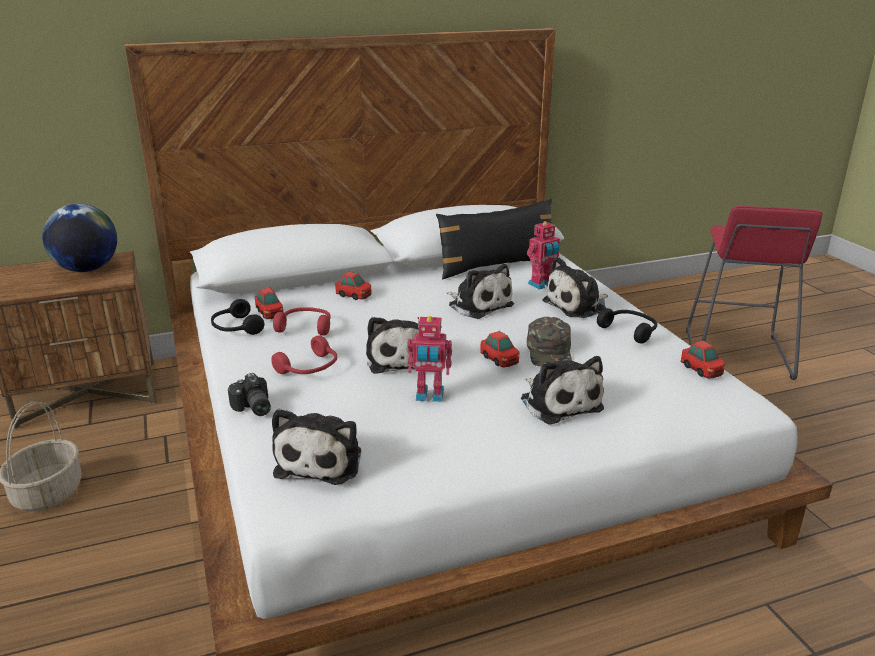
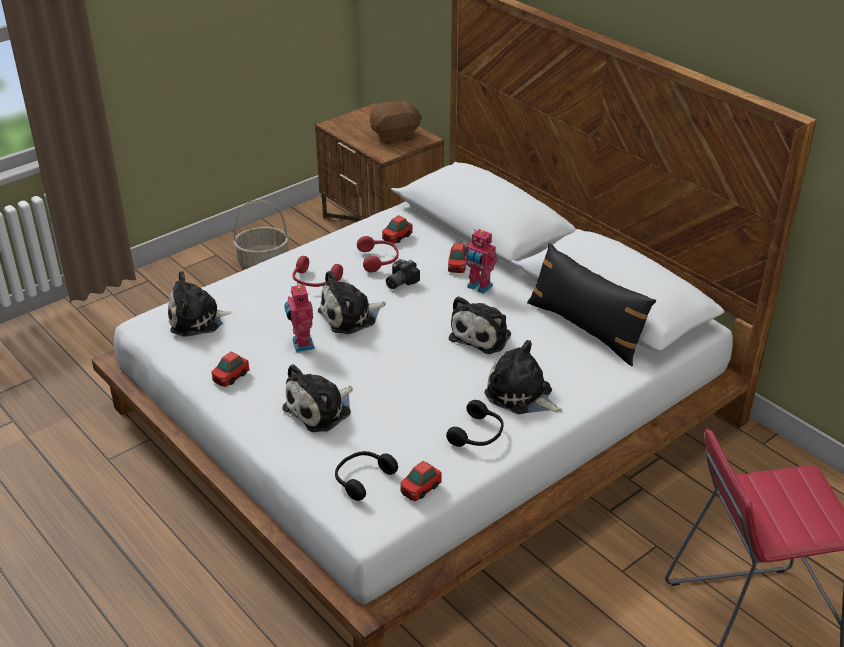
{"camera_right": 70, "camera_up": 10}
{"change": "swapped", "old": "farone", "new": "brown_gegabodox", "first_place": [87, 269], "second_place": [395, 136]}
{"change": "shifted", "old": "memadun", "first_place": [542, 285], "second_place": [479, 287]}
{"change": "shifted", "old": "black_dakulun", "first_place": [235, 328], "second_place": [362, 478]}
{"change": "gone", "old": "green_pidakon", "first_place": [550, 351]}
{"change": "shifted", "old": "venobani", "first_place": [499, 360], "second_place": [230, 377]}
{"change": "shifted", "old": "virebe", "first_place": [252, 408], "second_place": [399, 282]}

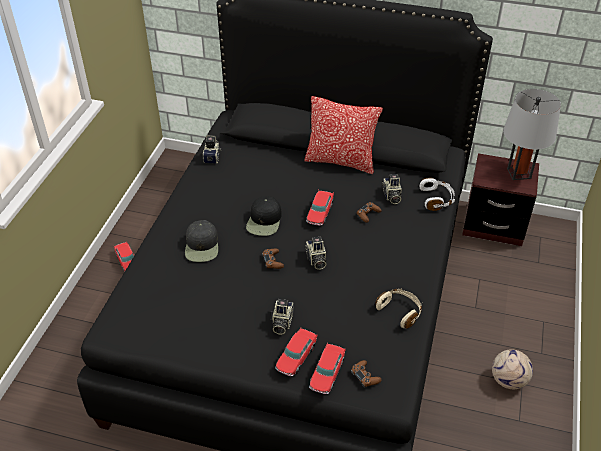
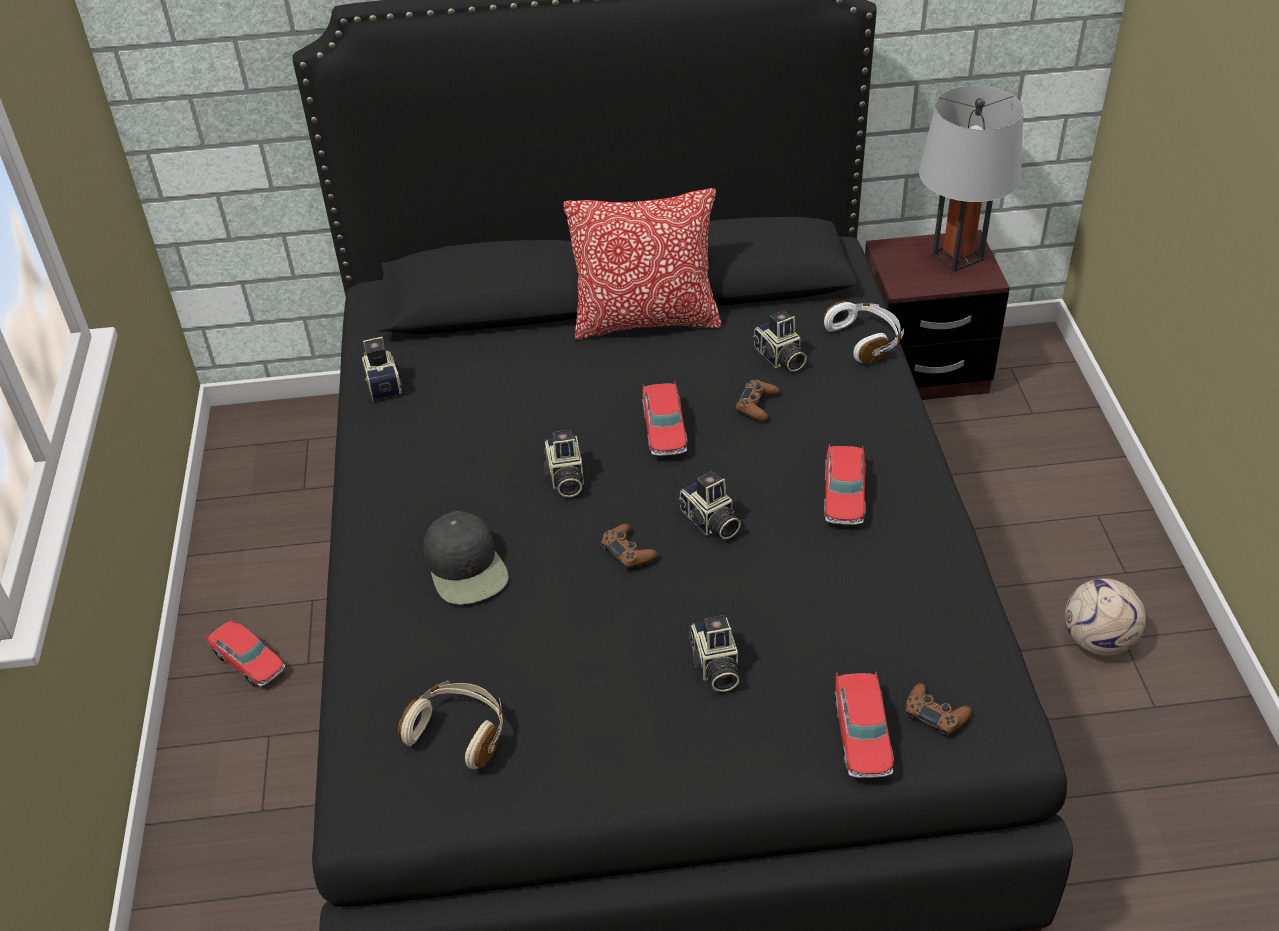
{"camera_right": -20, "camera_up": 0}
{"change": "swapped", "old": "black_pidakon", "new": "virebe", "first_place": [264, 221], "second_place": [565, 478]}
{"change": "shifted", "old": "beige_dakulun", "first_place": [400, 311], "second_place": [459, 732]}
{"change": "shifted", "old": "venobani", "first_place": [296, 357], "second_place": [844, 496]}

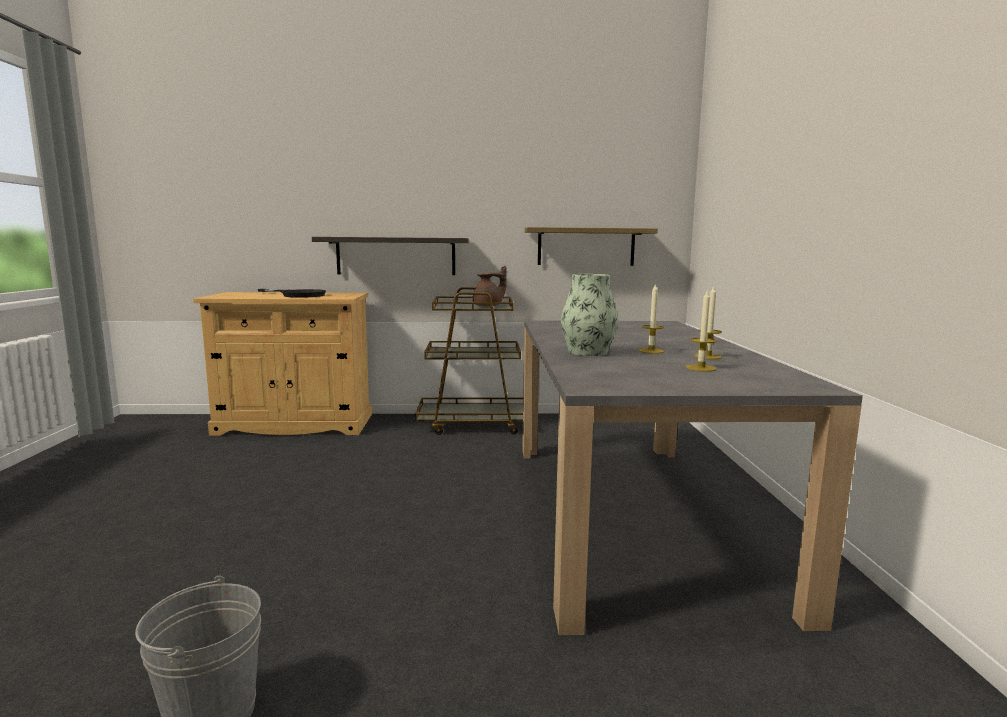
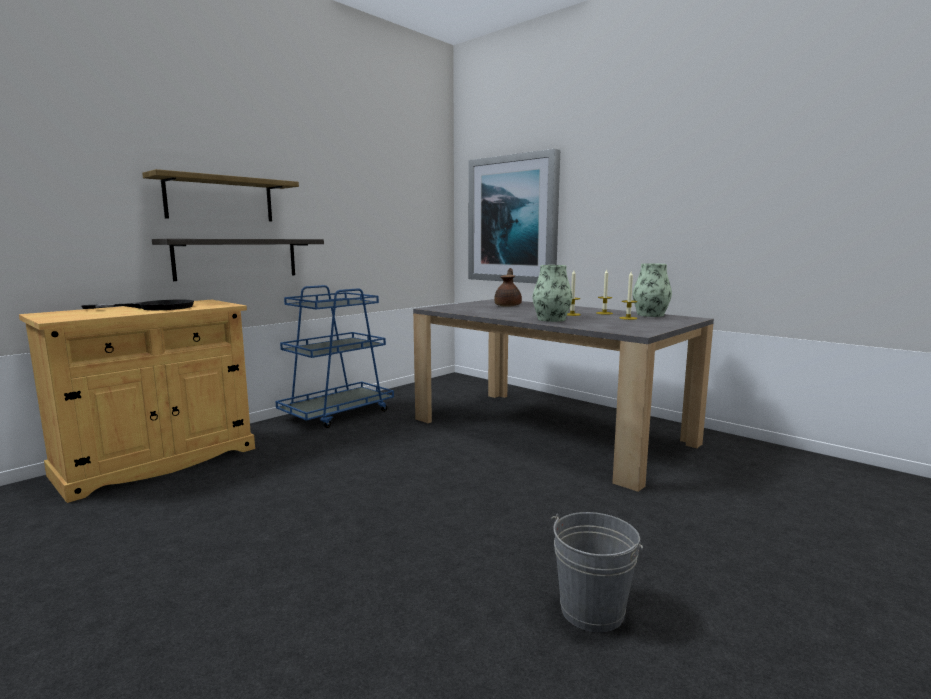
{"camera_right": -45, "camera_up": 0}
{"change": "shifted", "old": "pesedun", "first_place": [586, 247], "second_place": [220, 199]}
{"change": "shifted", "old": "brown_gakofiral", "first_place": [489, 306], "second_place": [508, 306]}
{"change": "repainted", "old": "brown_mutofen", "new": "blue_mutofen", "first_place": [474, 424], "second_place": [338, 413]}
{"change": "new", "new": "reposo", "second_place": [513, 219]}
{"change": "new", "new": "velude", "second_place": [650, 315]}

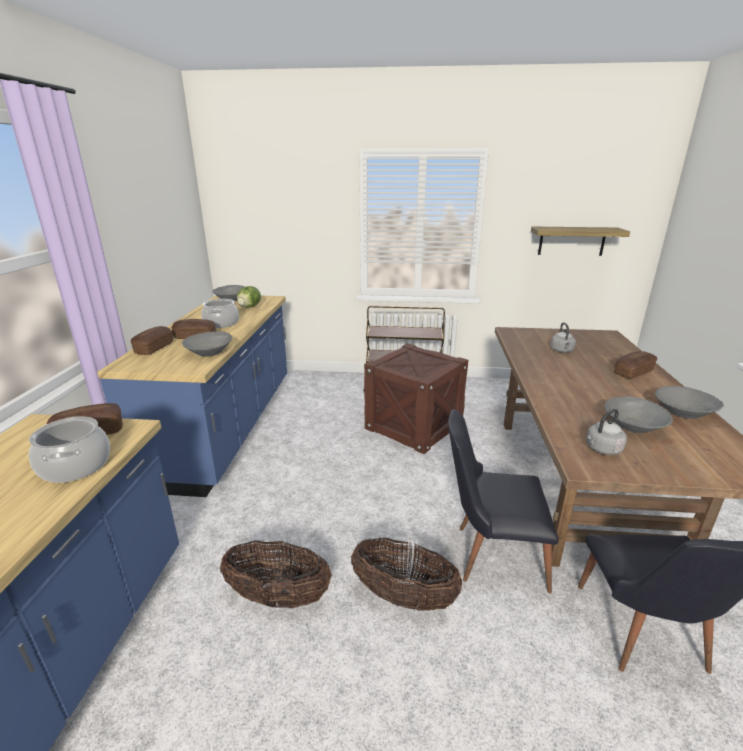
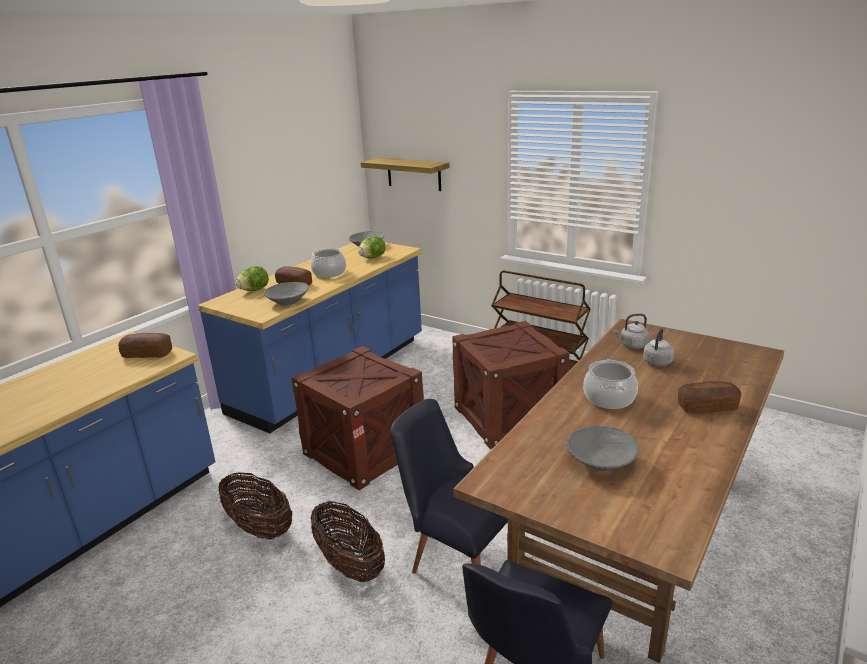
{"camera_right": 30, "camera_up": 0}
{"change": "shifted", "old": "pesedun", "first_place": [571, 241], "second_place": [414, 174]}
{"change": "swapped", "old": "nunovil", "new": "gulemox", "first_place": [154, 348], "second_place": [254, 290]}
{"change": "gone", "old": "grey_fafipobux", "first_place": [683, 413]}
{"change": "shifted", "old": "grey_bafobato", "first_place": [602, 449], "second_place": [632, 345]}
{"change": "shifted", "old": "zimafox", "first_place": [75, 466], "second_place": [608, 398]}
{"change": "new", "new": "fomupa", "second_place": [364, 451]}

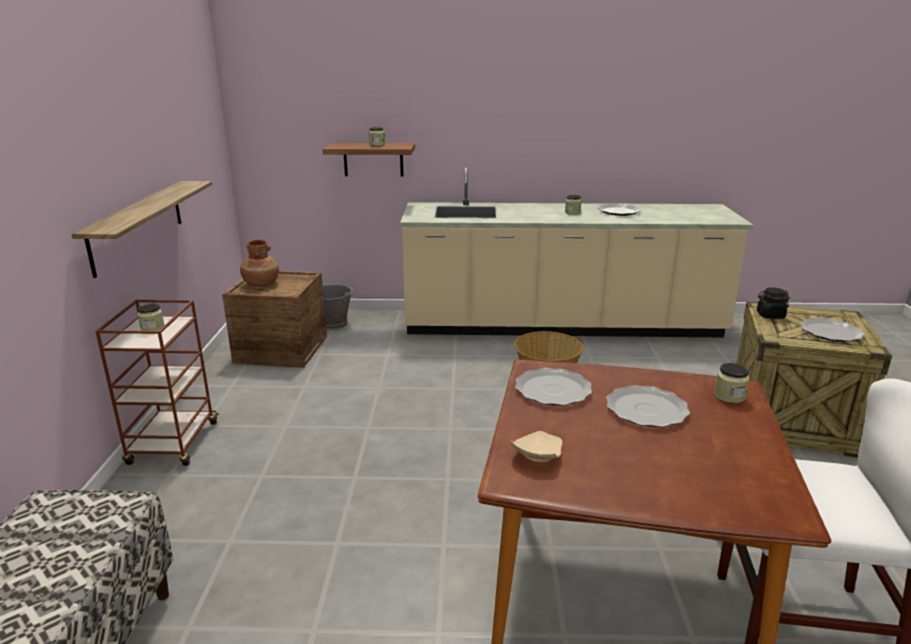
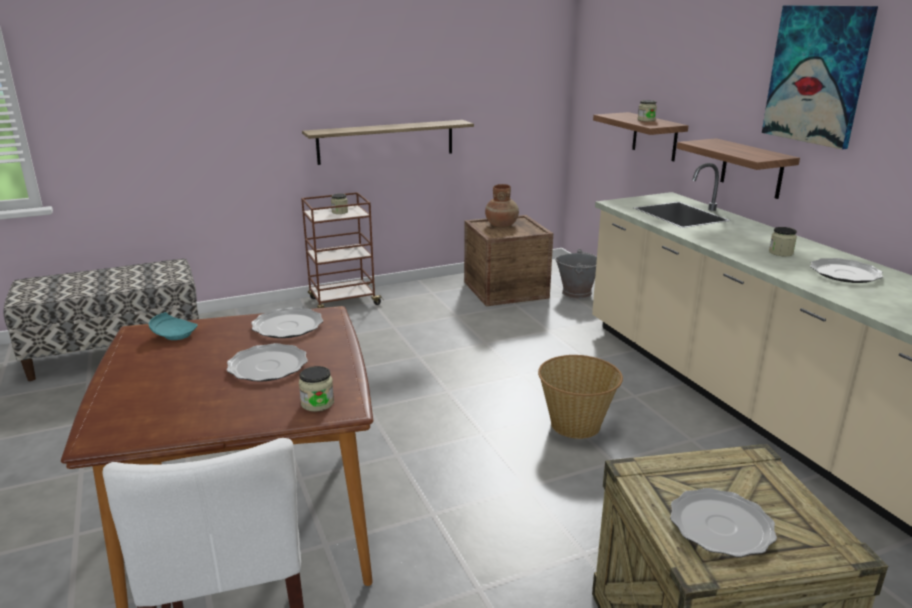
{"camera_right": 65, "camera_up": 0}
{"change": "gone", "old": "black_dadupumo", "first_place": [770, 315]}
{"change": "repainted", "old": "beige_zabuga", "new": "turquoise_zabuga", "first_place": [536, 456], "second_place": [174, 334]}
{"change": "new", "new": "reposo", "second_place": [817, 75]}
{"change": "new", "new": "pesedun", "second_place": [752, 168]}

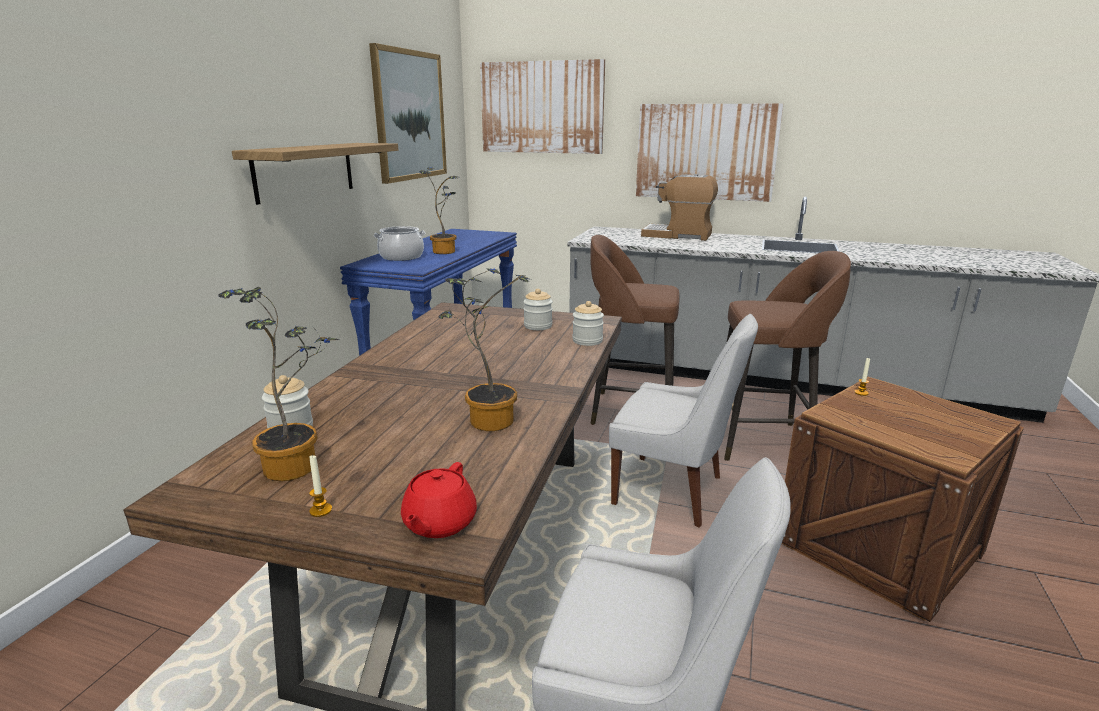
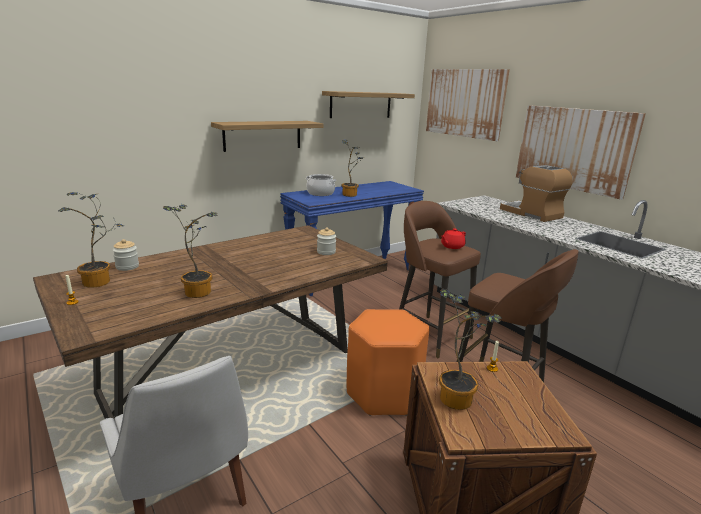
{"camera_right": 35, "camera_up": 0}
{"change": "swapped", "old": "reposo", "new": "pesedun", "first_place": [409, 116], "second_place": [361, 105]}
{"change": "gone", "old": "dadupumo", "first_place": [587, 341]}
{"change": "swapped", "old": "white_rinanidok", "new": "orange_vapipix", "first_place": [673, 491], "second_place": [384, 394]}
{"change": "shifted", "old": "red_gakofiral", "first_place": [438, 523], "second_place": [452, 246]}
{"change": "new", "new": "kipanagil", "second_place": [457, 396]}

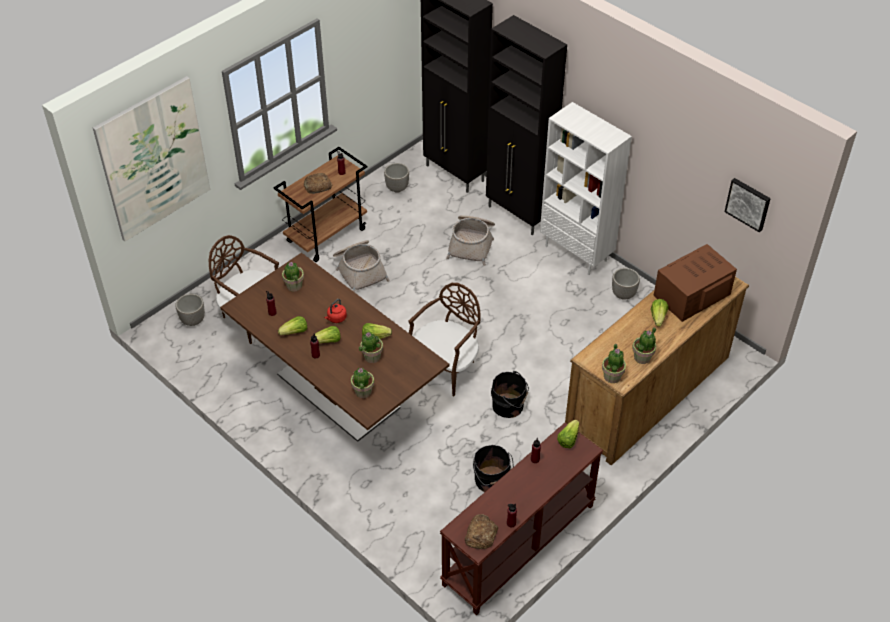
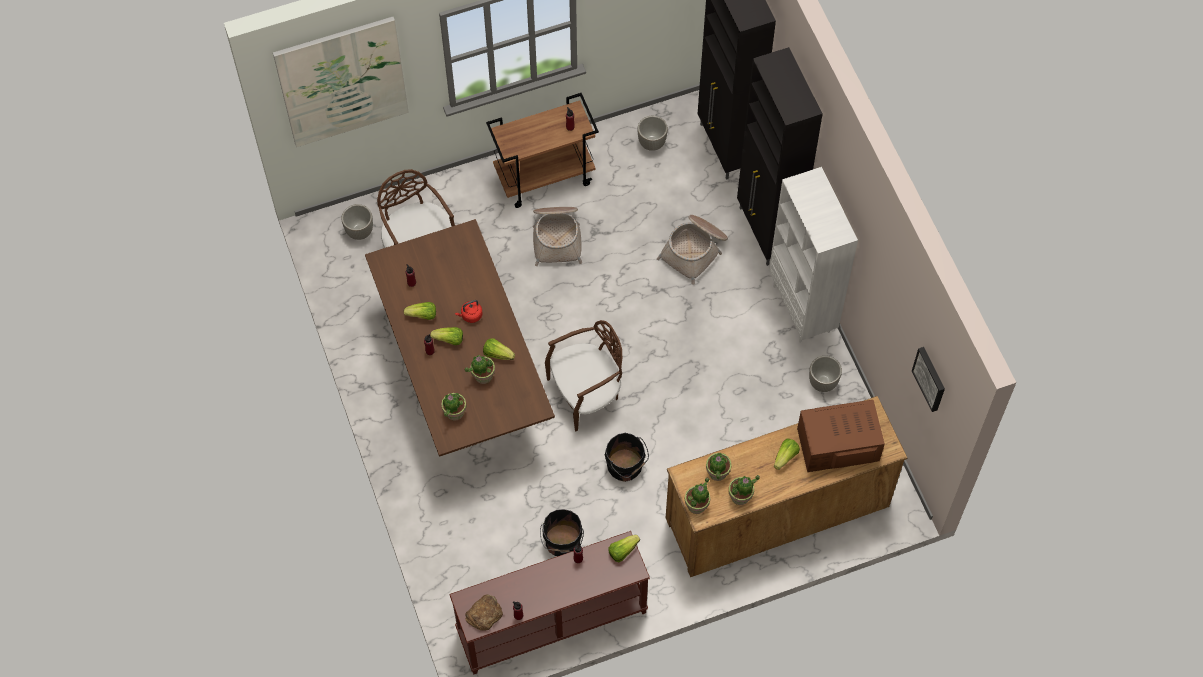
{"camera_right": 25, "camera_up": 15}
{"change": "gone", "old": "nunovil", "first_place": [317, 186]}
{"change": "shifted", "old": "kipanagil", "first_place": [294, 286], "second_place": [717, 473]}

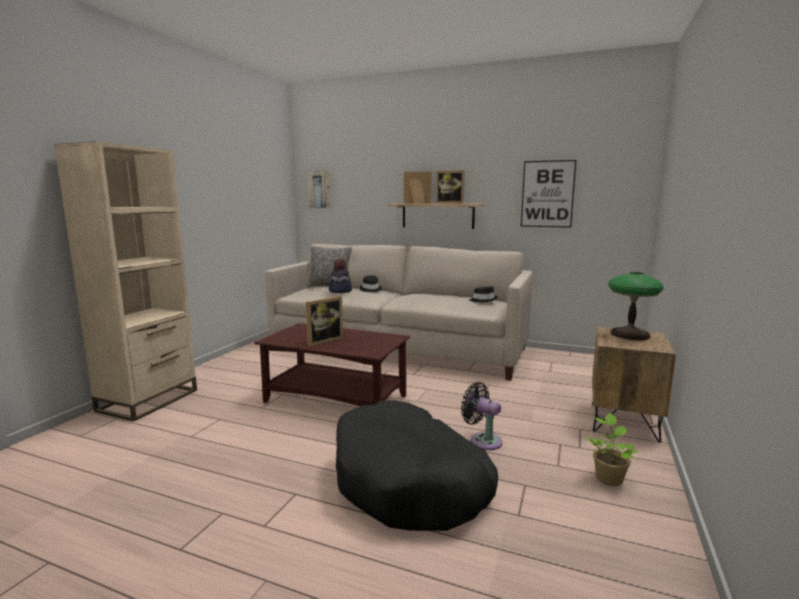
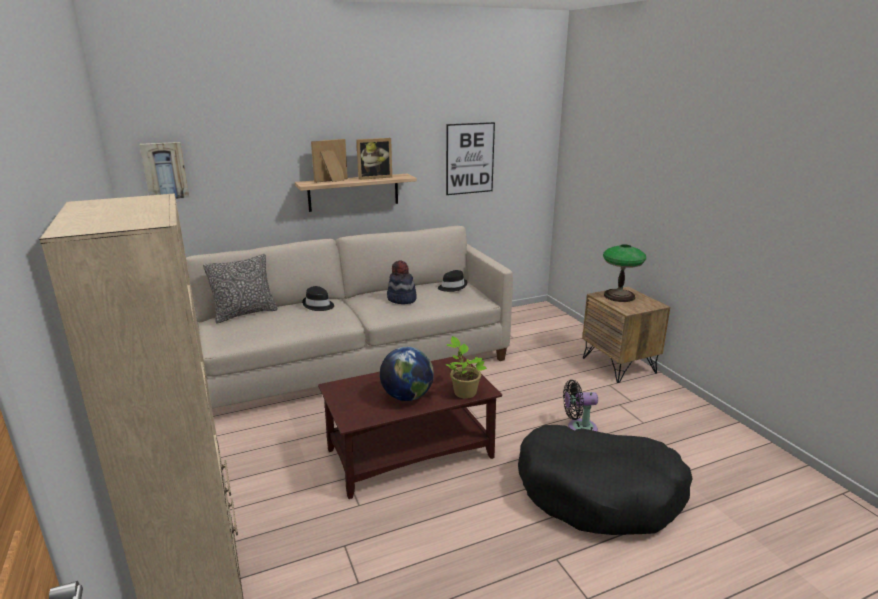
{"camera_right": -45, "camera_up": 10}
{"change": "shifted", "old": "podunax", "first_place": [340, 291], "second_place": [401, 299]}
{"change": "swapped", "old": "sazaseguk", "new": "farone", "first_place": [323, 341], "second_place": [407, 396]}
{"change": "shifted", "old": "kipanagil", "first_place": [608, 478], "second_place": [464, 392]}

